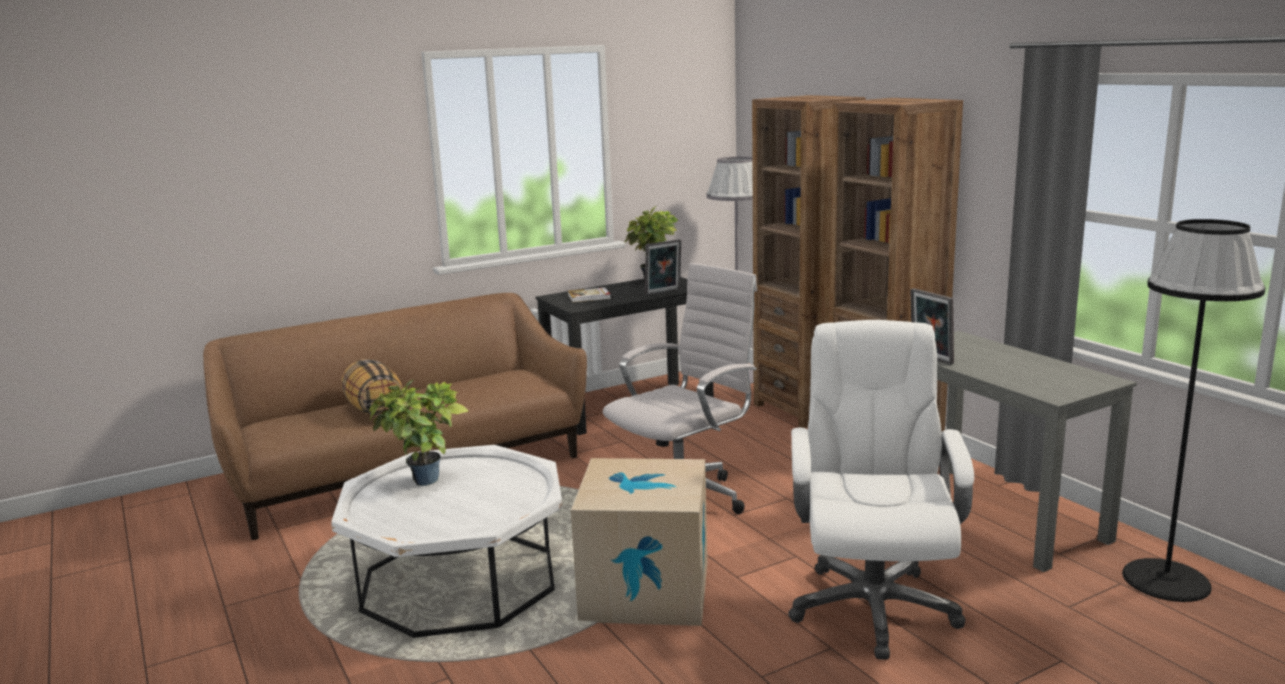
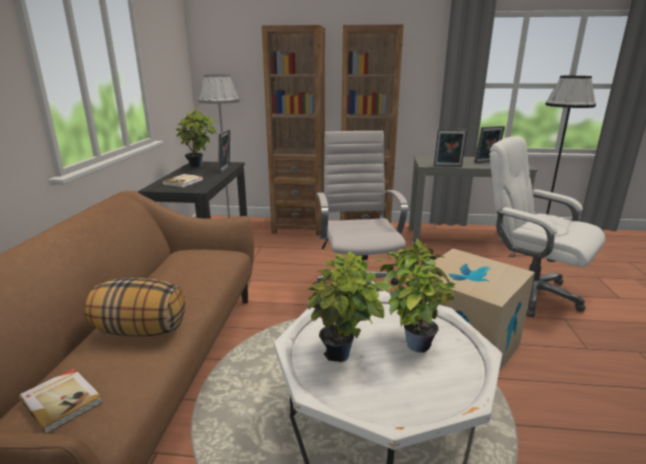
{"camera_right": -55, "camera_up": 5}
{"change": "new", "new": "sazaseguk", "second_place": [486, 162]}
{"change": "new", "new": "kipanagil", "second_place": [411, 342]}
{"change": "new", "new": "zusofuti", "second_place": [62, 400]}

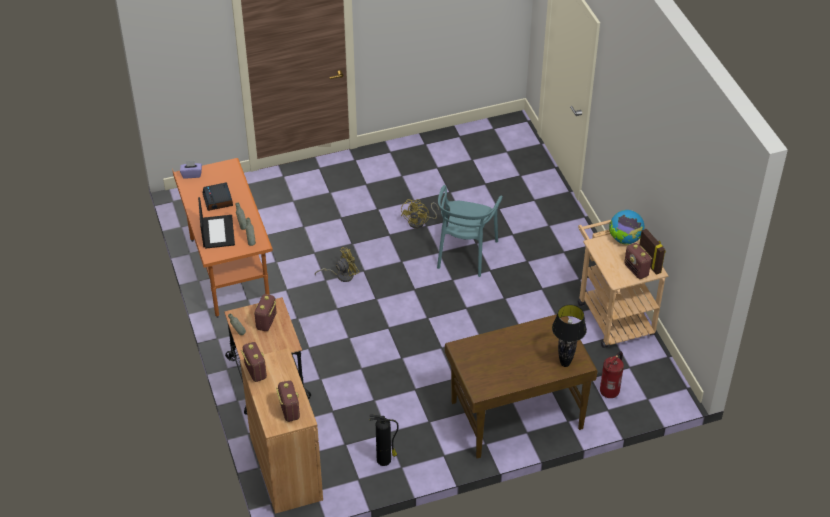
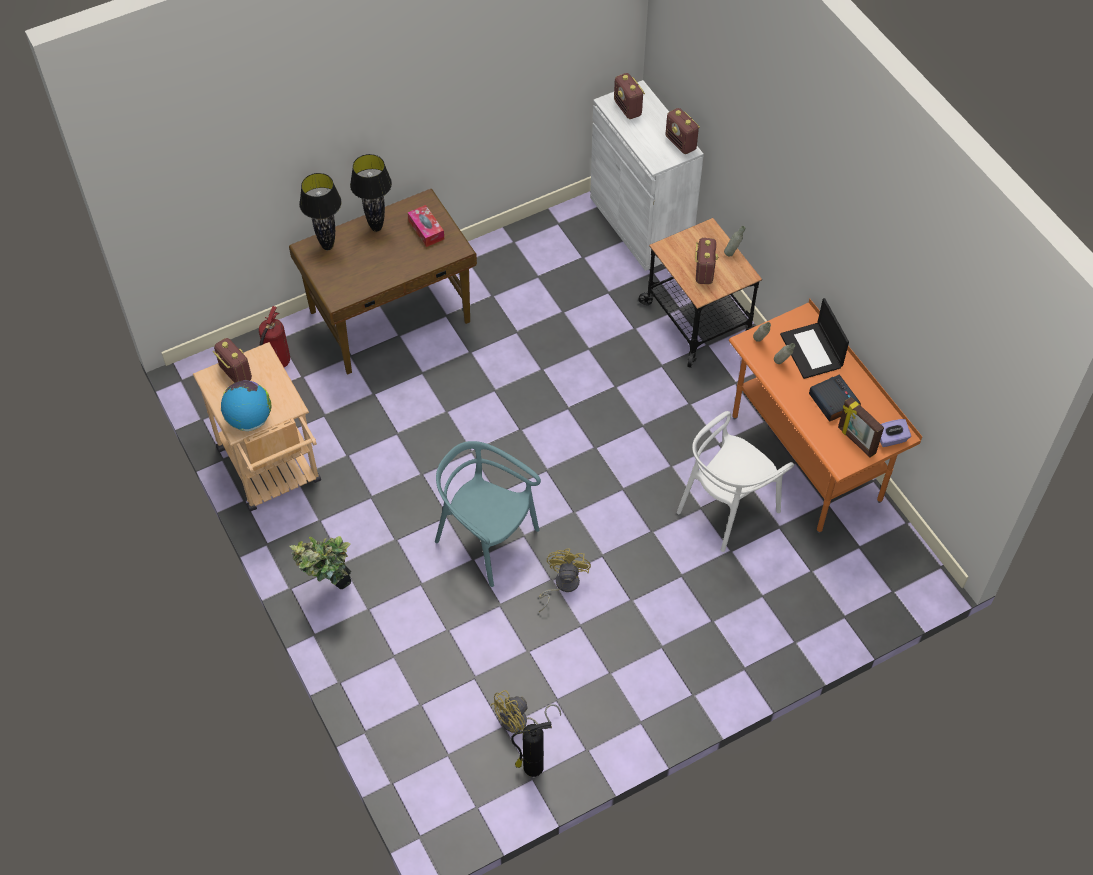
{"camera_right": 170, "camera_up": 10}
{"change": "rotated", "old": "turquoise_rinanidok", "first_place": [465, 253], "second_place": [486, 539], "degrees": -60}
{"change": "shifted", "old": "sazaseguk", "first_place": [649, 263], "second_place": [856, 441]}
{"change": "shifted", "old": "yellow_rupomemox", "first_place": [341, 275], "second_place": [520, 722]}
{"change": "repainted", "old": "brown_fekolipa", "new": "white_fekolipa", "first_place": [286, 468], "second_place": [640, 223]}
{"change": "shifted", "old": "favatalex", "first_place": [385, 460], "second_place": [532, 767]}
{"change": "new", "new": "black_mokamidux", "second_place": [377, 228]}
{"change": "new", "new": "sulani", "second_place": [426, 230]}
{"change": "new", "new": "white_rinanidok", "second_place": [726, 508]}
{"change": "new", "new": "kipanagil", "second_place": [330, 590]}

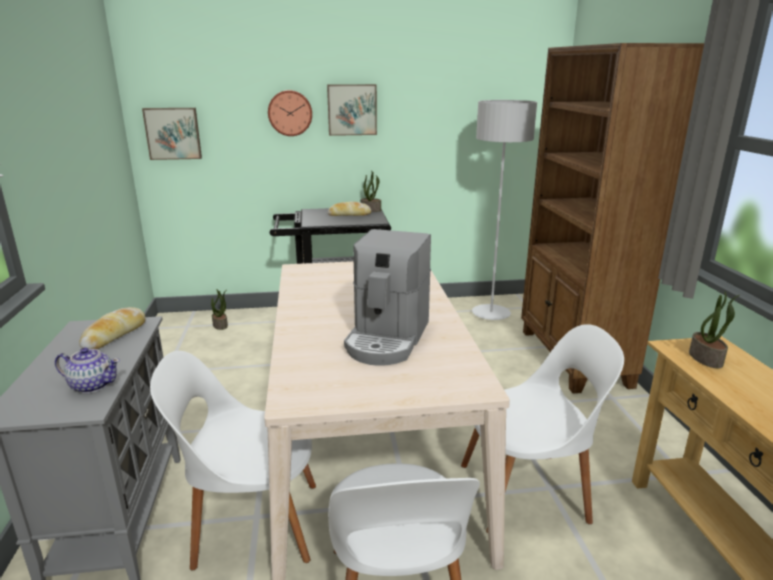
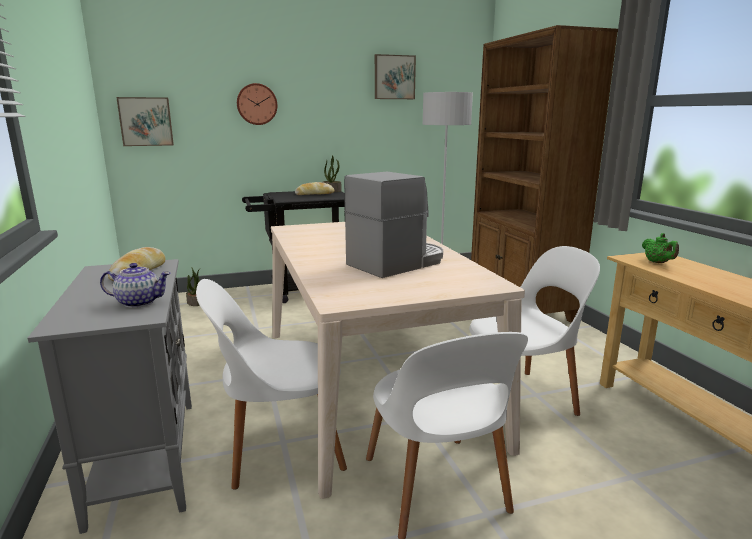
{"camera_right": -10, "camera_up": -5}
{"change": "shifted", "old": "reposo", "first_place": [352, 109], "second_place": [394, 77]}
{"change": "rotated", "old": "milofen", "first_place": [387, 338], "second_place": [397, 263], "degrees": -135}
{"change": "swapped", "old": "kipanagil", "new": "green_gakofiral", "first_place": [706, 358], "second_place": [658, 262]}

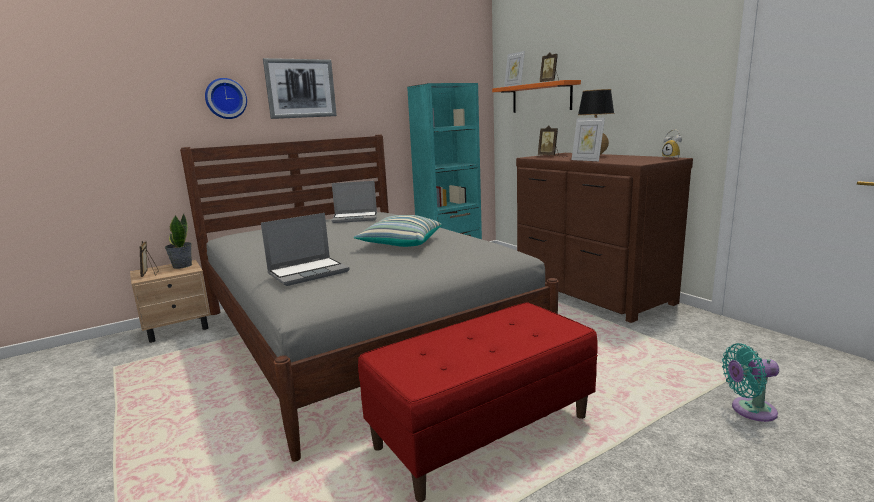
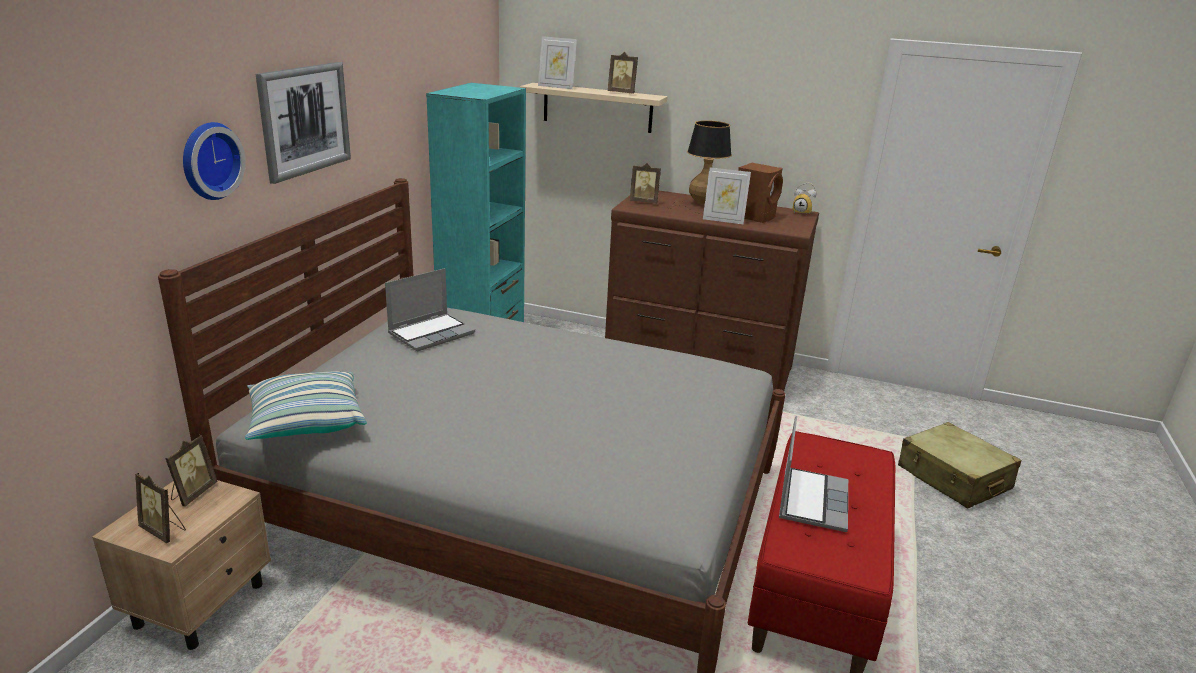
{"camera_right": -40, "camera_up": 10}
{"change": "repainted", "old": "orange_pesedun", "new": "beige_pesedun", "first_place": [541, 98], "second_place": [597, 108]}
{"change": "shifted", "old": "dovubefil", "first_place": [309, 272], "second_place": [812, 500]}
{"change": "swapped", "old": "kipanagil", "new": "sazaseguk", "first_place": [182, 266], "second_place": [193, 493]}
{"change": "shifted", "old": "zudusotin", "first_place": [400, 244], "second_place": [306, 422]}
{"change": "swapped", "old": "turquoise_rupomemox", "new": "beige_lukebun", "first_place": [749, 410], "second_place": [953, 478]}
{"change": "new", "new": "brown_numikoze", "second_place": [755, 216]}

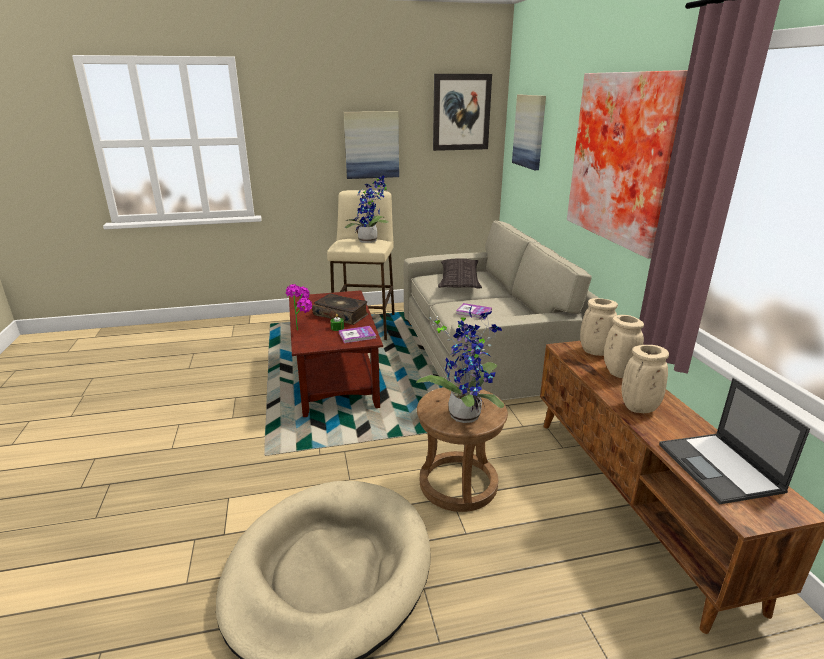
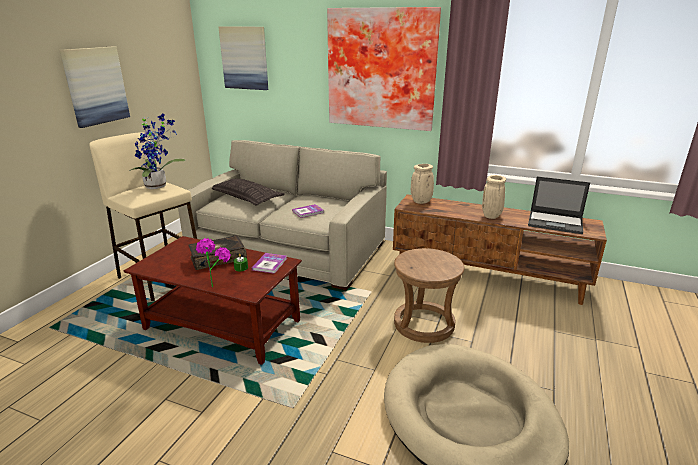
{"camera_right": -55, "camera_up": 0}
{"change": "gone", "old": "reposo", "first_place": [461, 112]}
{"change": "gone", "old": "kipanagil", "first_place": [465, 413]}
{"change": "gone", "old": "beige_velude", "first_place": [617, 372]}

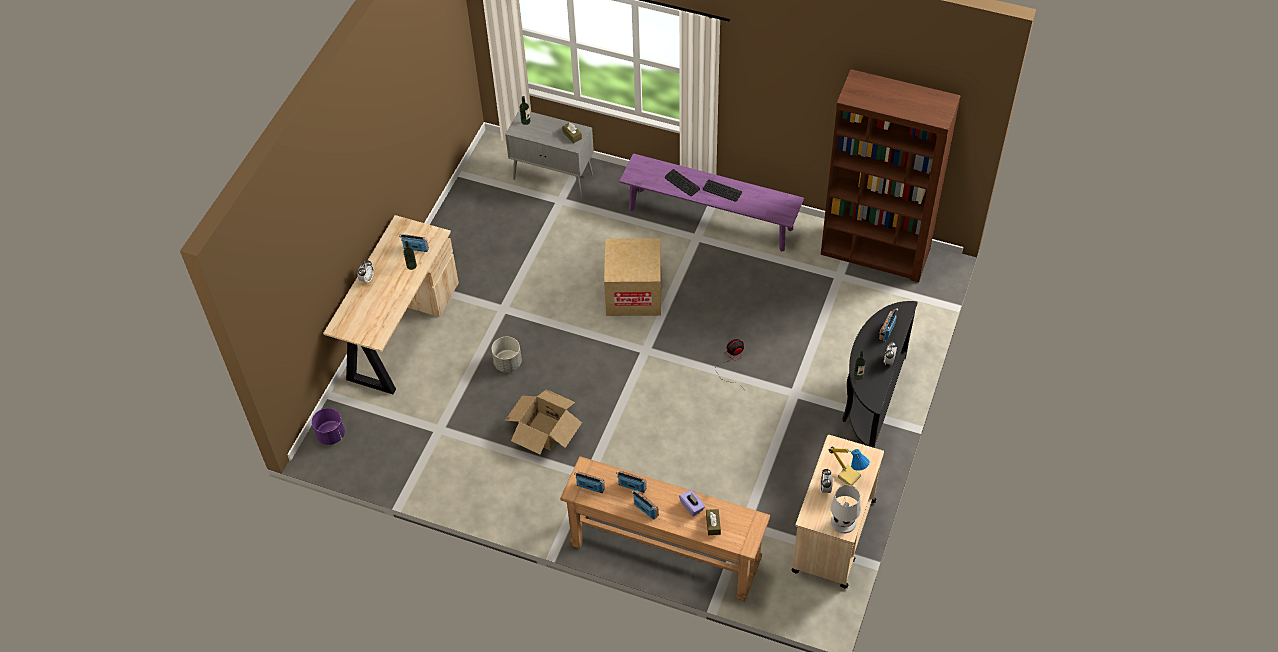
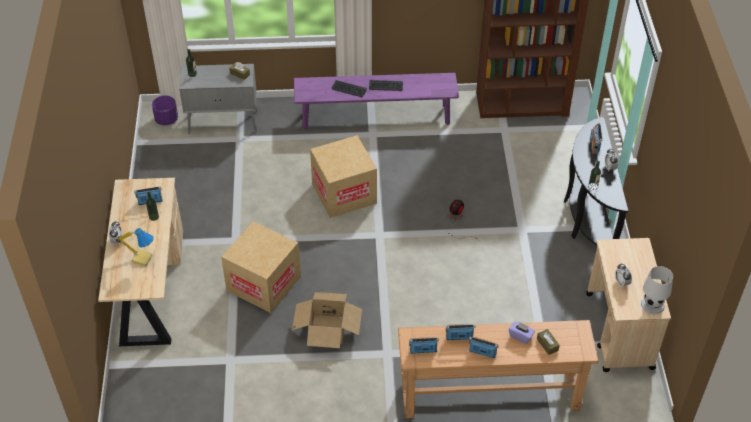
{"camera_right": -25, "camera_up": -5}
{"change": "swapped", "old": "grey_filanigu", "new": "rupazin", "first_place": [507, 363], "second_place": [263, 283]}
{"change": "shifted", "old": "purple_filanigu", "first_place": [331, 434], "second_place": [166, 119]}
{"change": "shifted", "old": "mokamidux", "first_place": [849, 476], "second_place": [142, 258]}

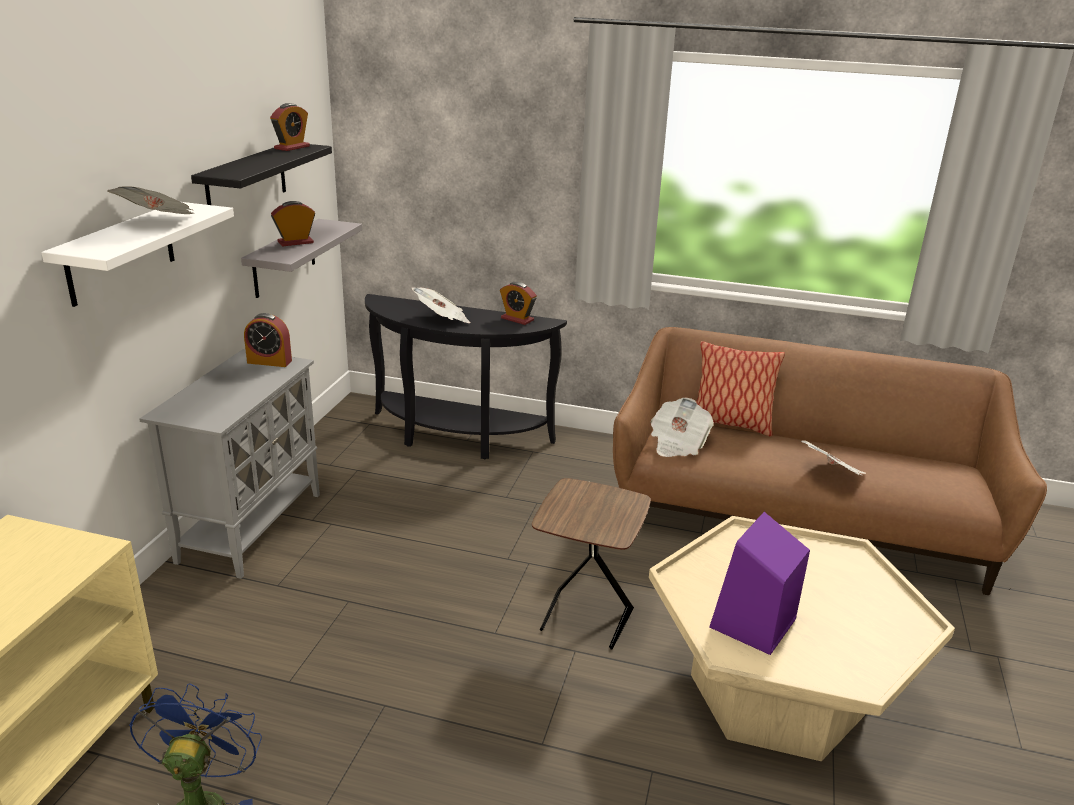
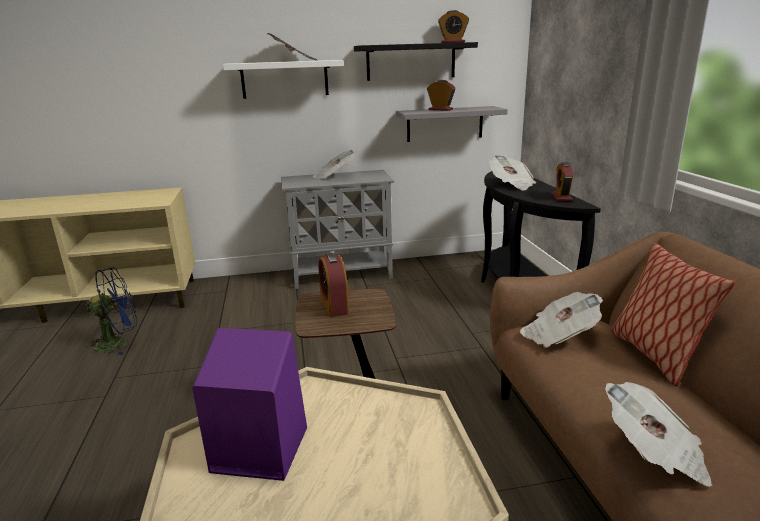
{"camera_right": 65, "camera_up": -5}
{"change": "shifted", "old": "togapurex", "first_place": [269, 361], "second_place": [334, 306]}
{"change": "new", "new": "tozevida", "second_place": [334, 176]}

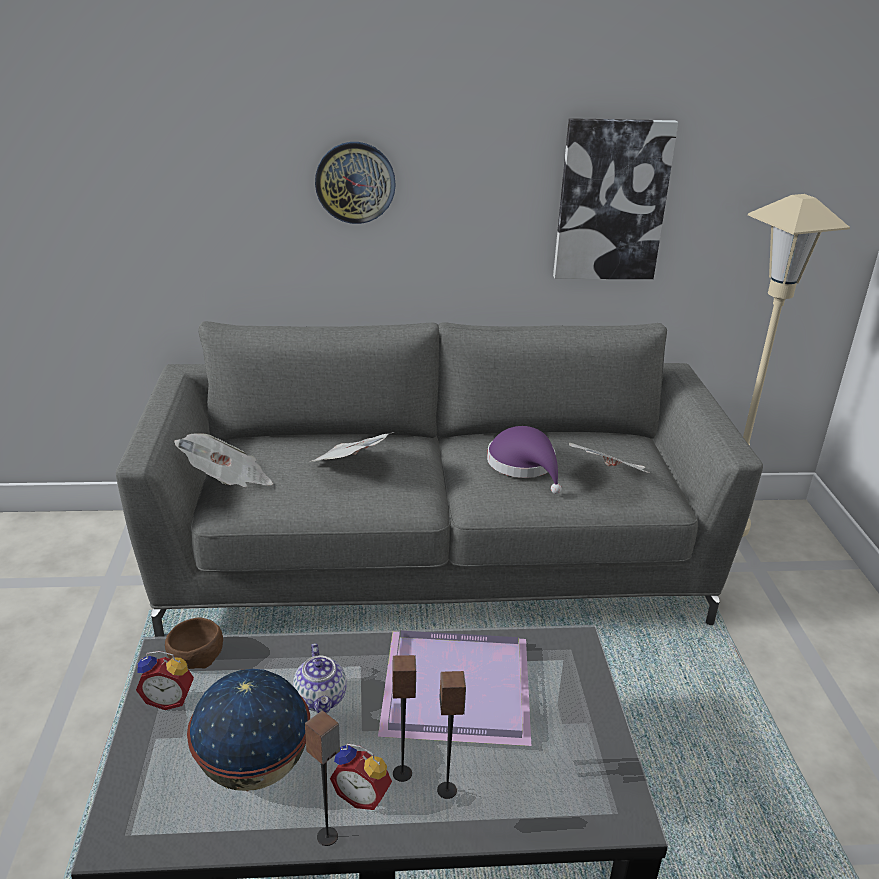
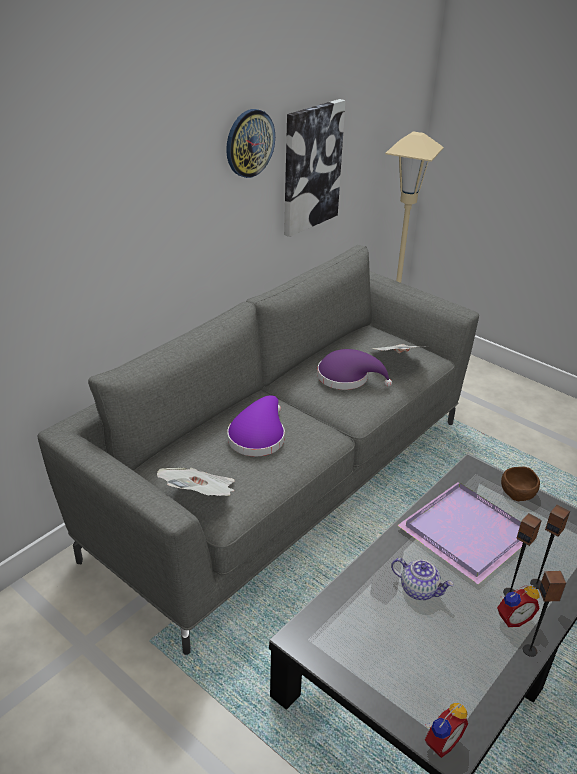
{"camera_right": -45, "camera_up": 5}
{"change": "shifted", "old": "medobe", "first_place": [355, 182], "second_place": [249, 143]}
{"change": "swapped", "old": "tozevida", "new": "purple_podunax", "first_place": [351, 466], "second_place": [258, 436]}
{"change": "shifted", "old": "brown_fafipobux", "first_place": [195, 657], "second_place": [517, 493]}
{"change": "shifted", "old": "togapurex", "first_place": [169, 699], "second_place": [440, 741]}
{"change": "gone", "old": "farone", "first_place": [255, 767]}

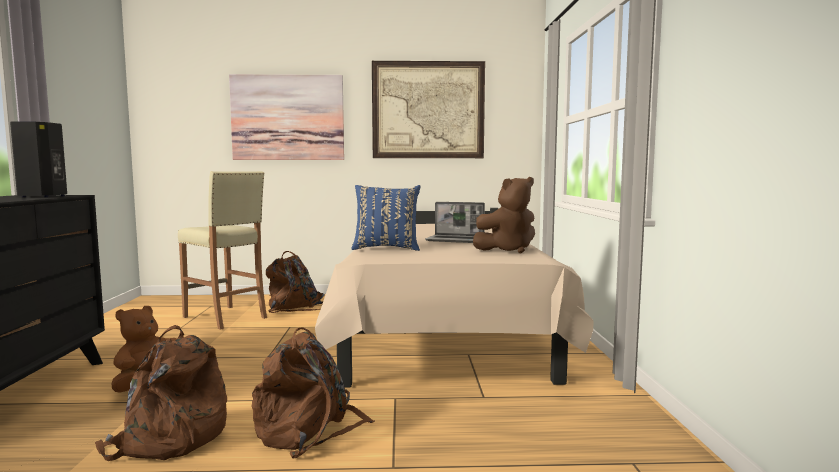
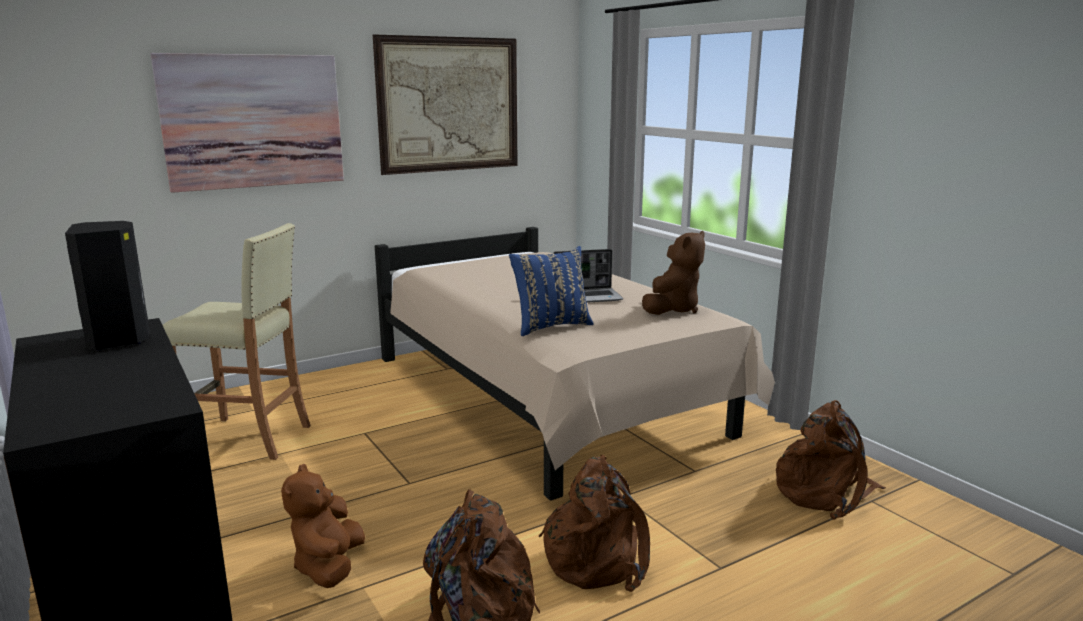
{"camera_right": -30, "camera_up": 10}
{"change": "shifted", "old": "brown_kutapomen", "first_place": [295, 307], "second_place": [825, 492]}

